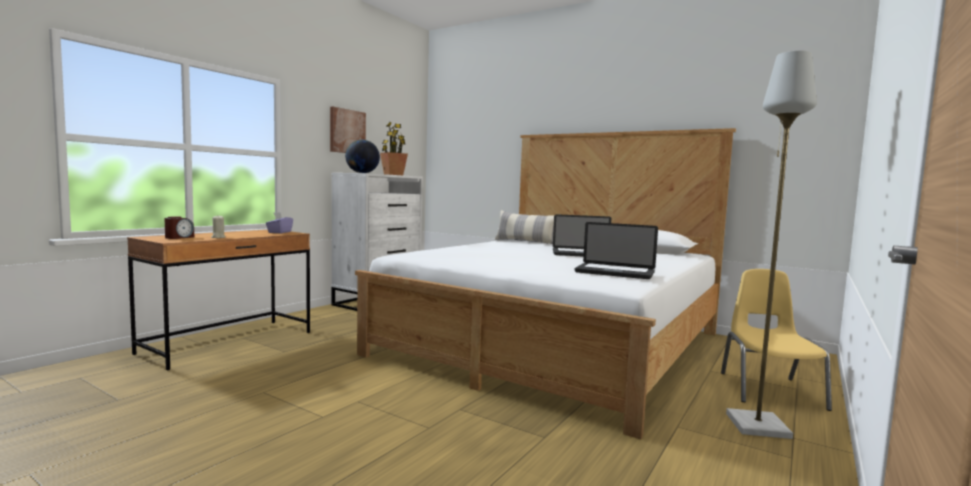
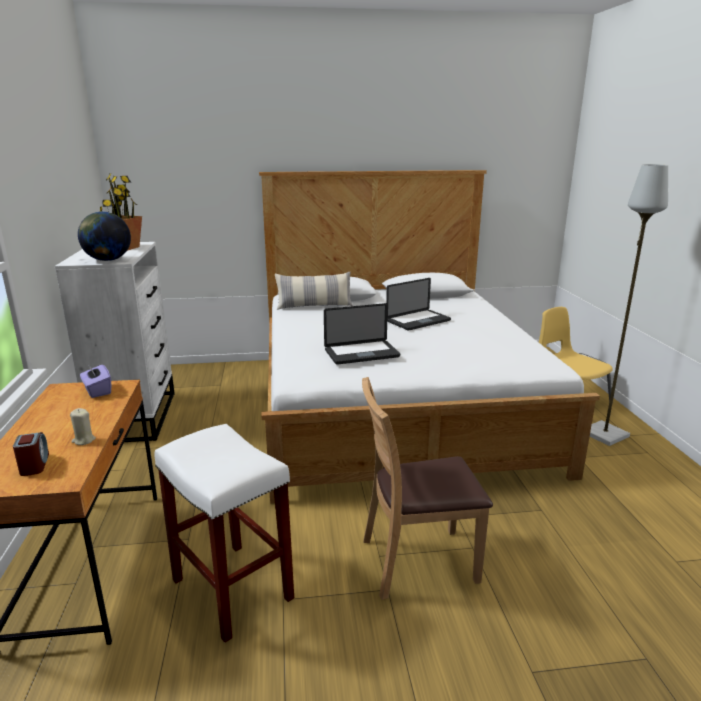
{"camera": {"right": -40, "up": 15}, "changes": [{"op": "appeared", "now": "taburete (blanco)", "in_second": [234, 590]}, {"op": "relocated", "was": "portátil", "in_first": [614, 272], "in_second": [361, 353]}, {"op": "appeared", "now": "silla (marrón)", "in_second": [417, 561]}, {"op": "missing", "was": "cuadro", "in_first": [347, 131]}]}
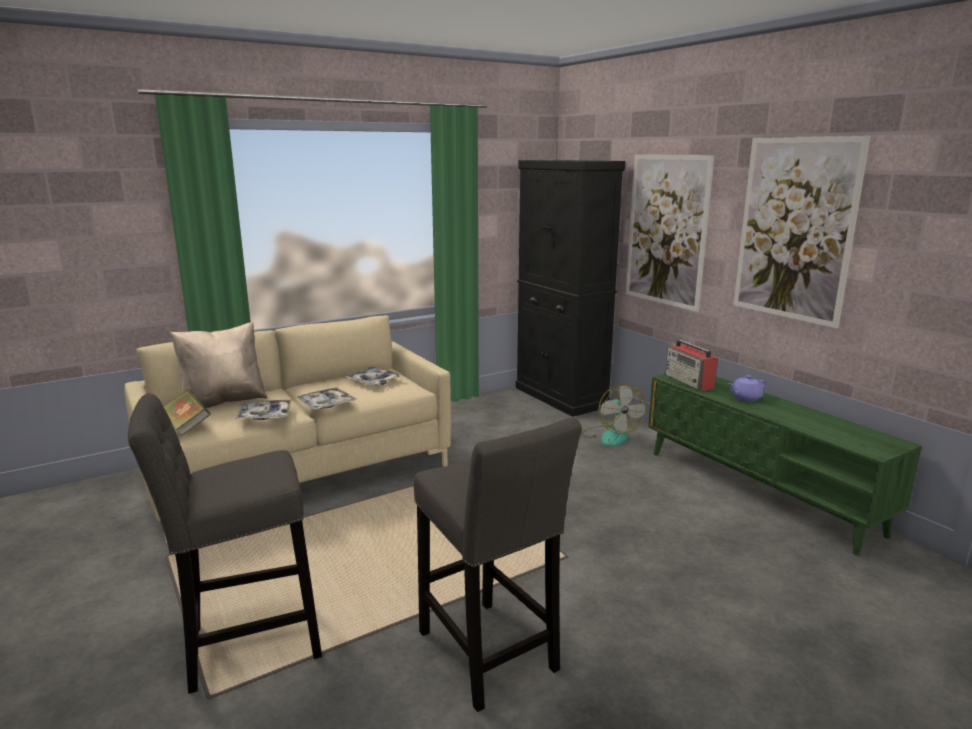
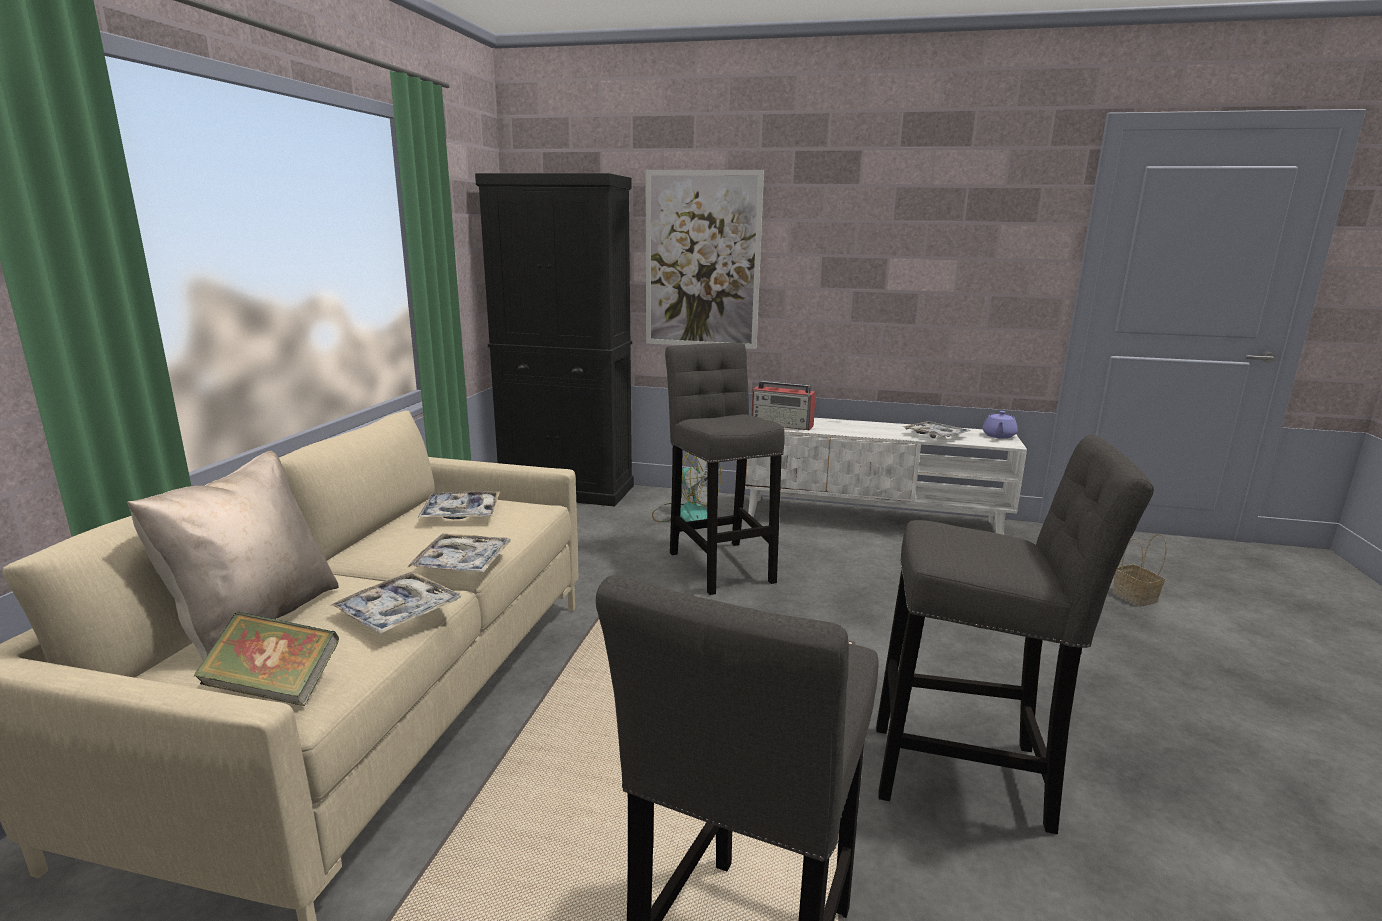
{"camera": {"right": -45, "up": 0}, "changes": [{"op": "appeared", "now": "taburete (gris)", "in_second": [720, 564]}, {"op": "colour", "was": "mueble de televisión (verde)", "now": "mueble de televisión (blanco)", "in_first": [759, 490], "in_second": [872, 519]}, {"op": "appeared", "now": "bandeja", "in_second": [935, 435]}, {"op": "relocated", "was": "tetera (morado)", "in_first": [745, 398], "in_second": [998, 436]}, {"op": "appeared", "now": "cesta", "in_second": [1136, 597]}, {"op": "missing", "was": "cuadro", "in_first": [795, 229]}]}
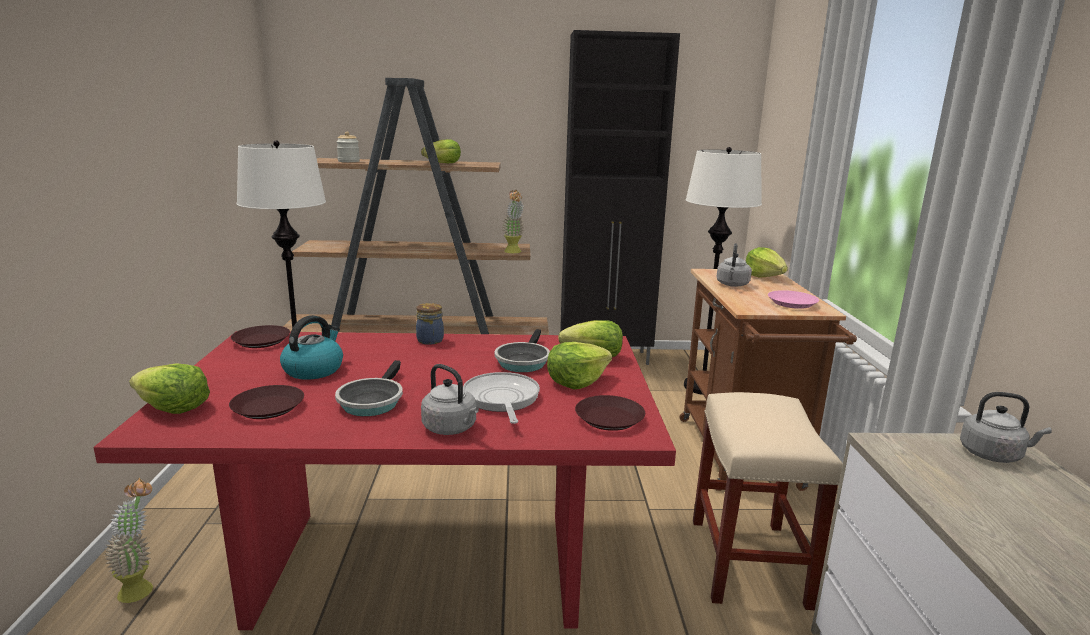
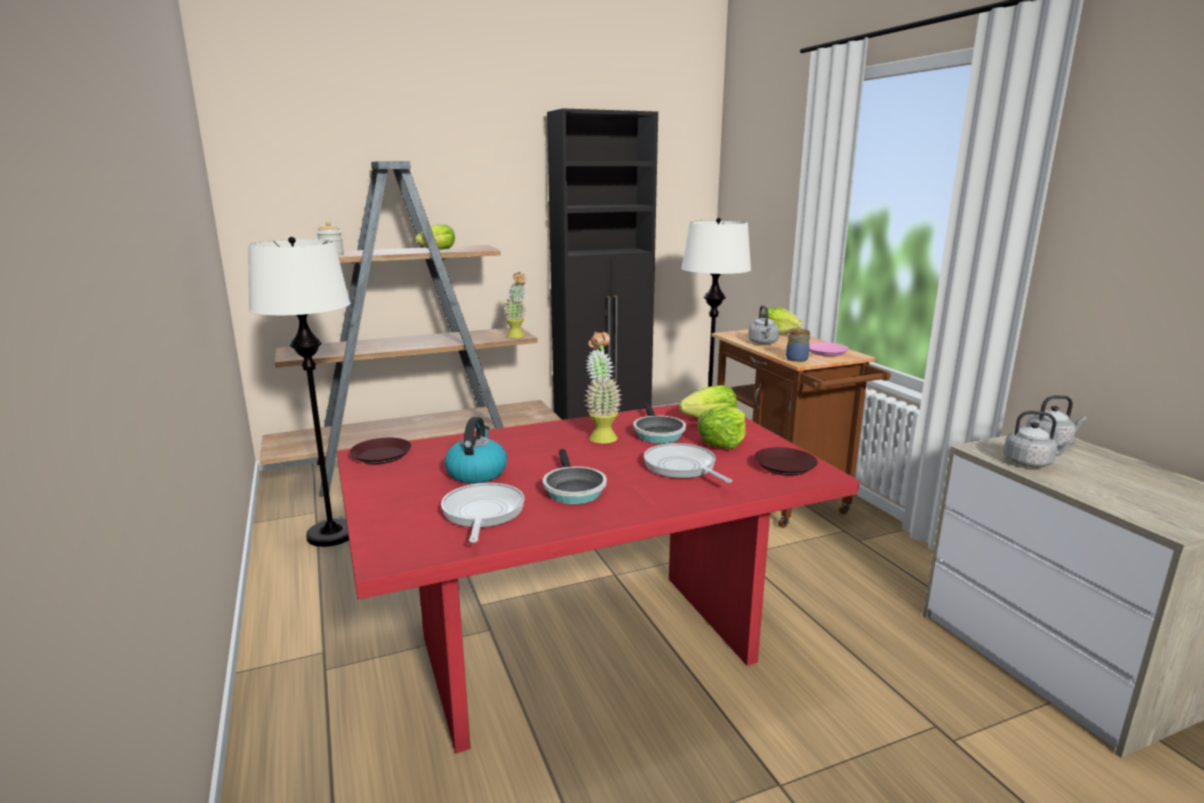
{"camera": {"right": -20, "up": 0}, "changes": [{"op": "exchanged", "was": "plato (marrón)", "now": "sartén", "in_first": [267, 408], "in_second": [482, 513]}, {"op": "relocated", "was": "planta en maceta", "in_first": [141, 586], "in_second": [601, 435]}, {"op": "relocated", "was": "tarro", "in_first": [430, 340], "in_second": [796, 359]}, {"op": "relocated", "was": "hervidor (gris)", "in_first": [451, 428], "in_second": [1030, 463]}, {"op": "missing", "was": "lechuga", "in_first": [173, 408]}, {"op": "missing", "was": "taburete (beis)", "in_first": [749, 563]}]}
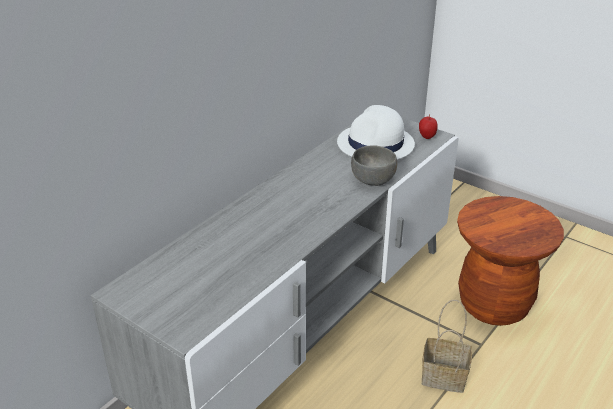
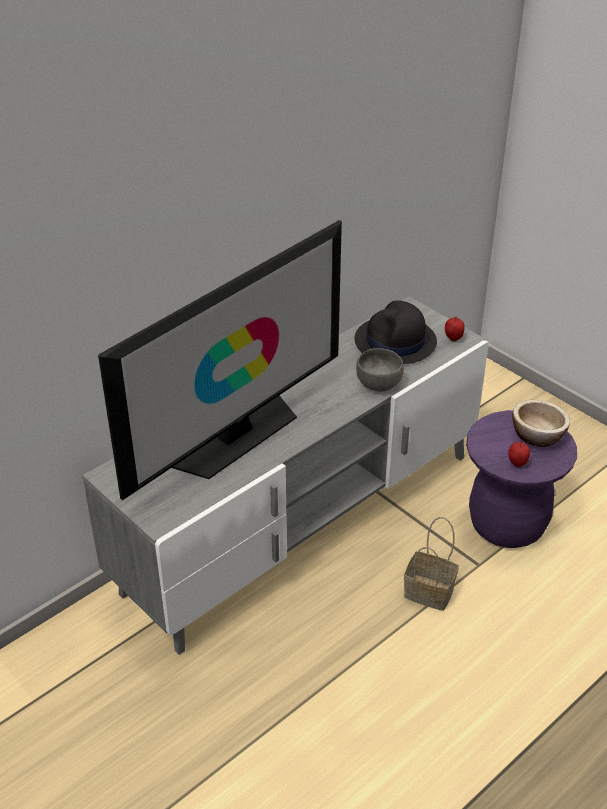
{"camera": {"right": 10, "up": 5}, "changes": [{"op": "appeared", "now": "televisor", "in_second": [235, 435]}, {"op": "colour", "was": "sombrero (blanco)", "now": "sombrero (negro)", "in_first": [375, 144], "in_second": [395, 342]}, {"op": "colour", "was": "taburete (marrón)", "now": "taburete (morado)", "in_first": [494, 305], "in_second": [507, 524]}, {"op": "appeared", "now": "manzana", "in_second": [517, 464]}, {"op": "appeared", "now": "cuenco", "in_second": [537, 435]}]}
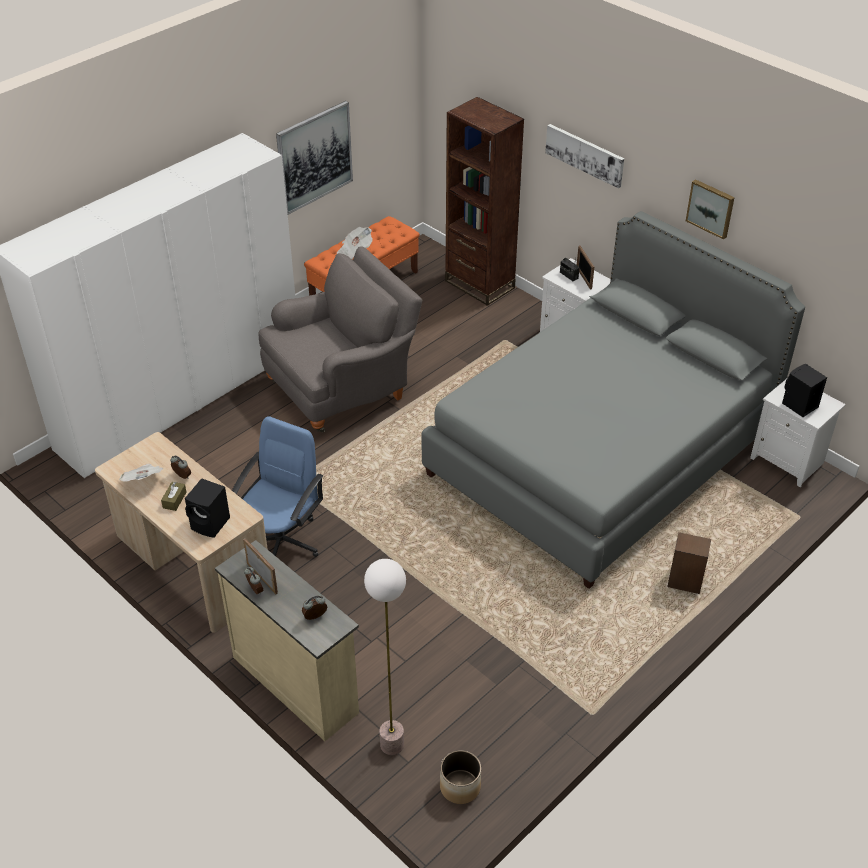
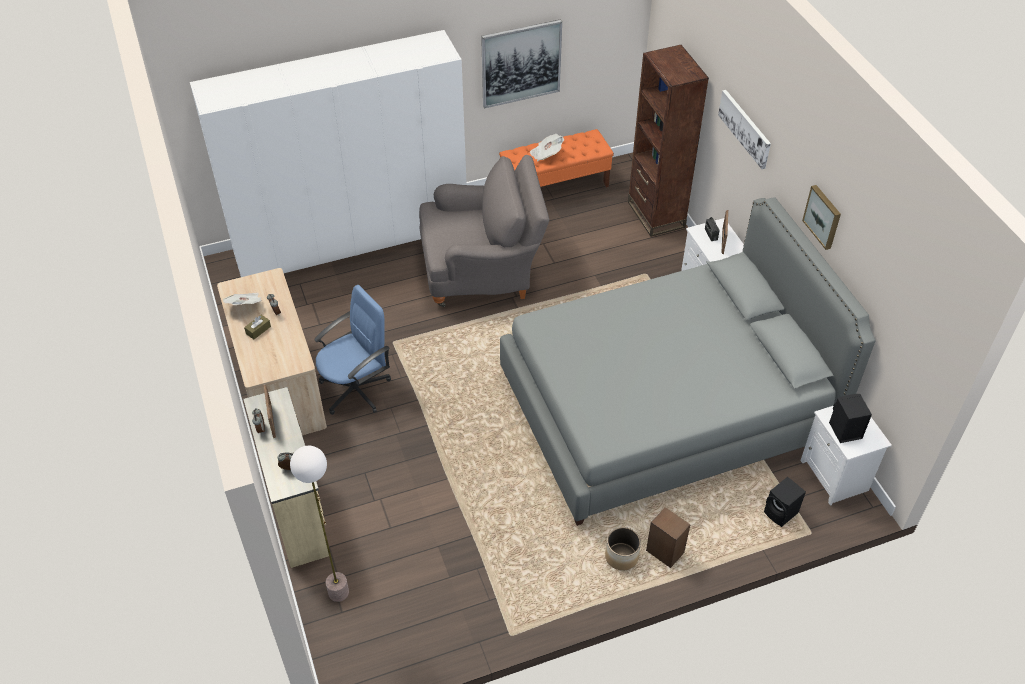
{"camera": {"right": 25, "up": 5}, "changes": [{"op": "relocated", "was": "maceta", "in_first": [460, 787], "in_second": [622, 557]}, {"op": "relocated", "was": "altavoz (negro)", "in_first": [211, 524], "in_second": [781, 513]}]}
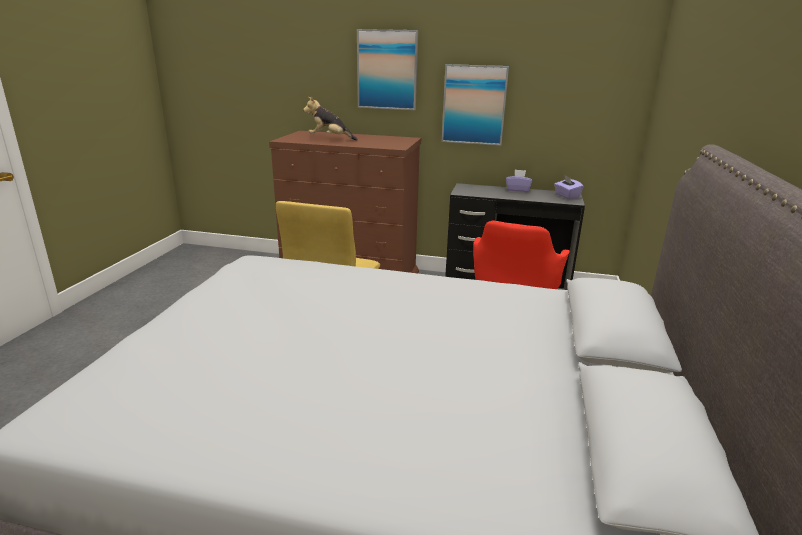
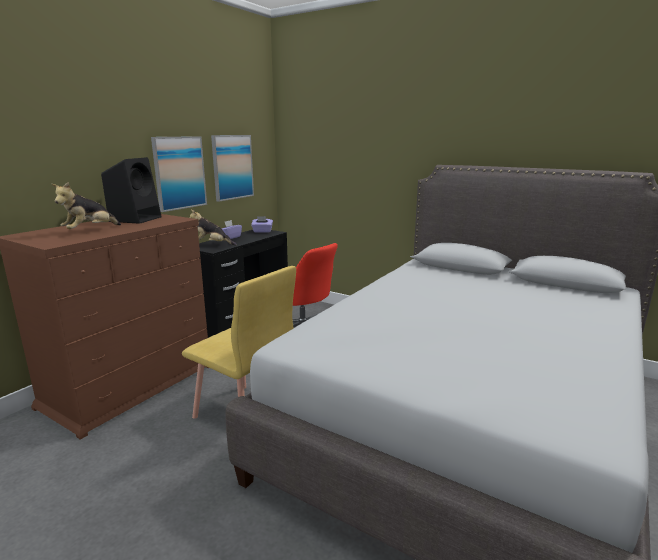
{"camera": {"right": -70, "up": -5}, "changes": [{"op": "appeared", "now": "altavoz (negro)", "in_second": [136, 219]}, {"op": "appeared", "now": "peluche", "in_second": [212, 245]}, {"op": "relocated", "was": "cuadro", "in_first": [387, 70], "in_second": [232, 167]}]}
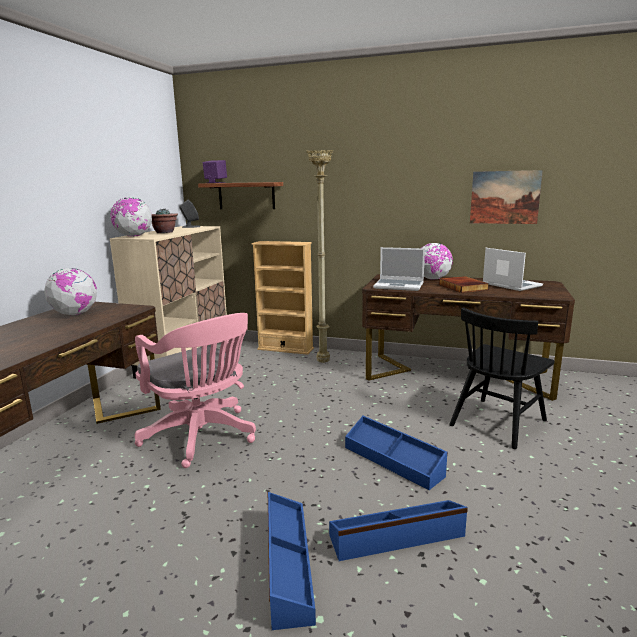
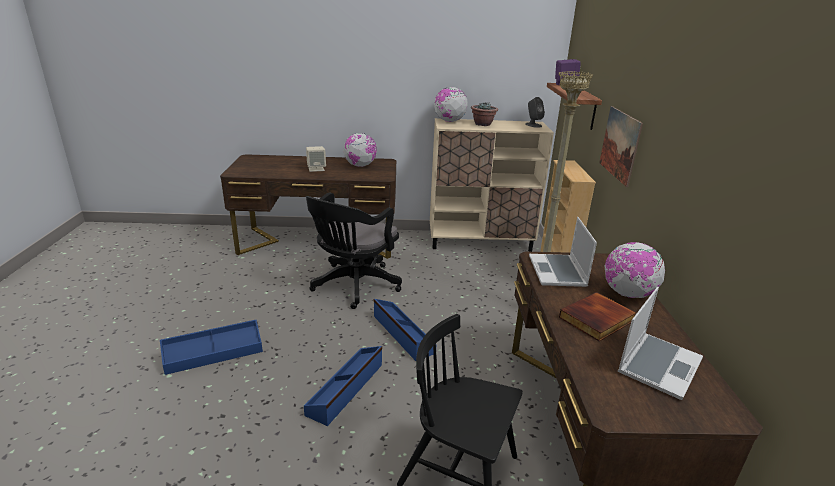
{"camera": {"right": 70, "up": 10}, "changes": [{"op": "appeared", "now": "altavoz (beis)", "in_second": [316, 169]}, {"op": "colour", "was": "silla de oficina (rosa)", "now": "silla de oficina (negro)", "in_first": [202, 437], "in_second": [353, 286]}, {"op": "relocated", "was": "caja de almacenaje (azul)", "in_first": [397, 537], "in_second": [402, 334]}, {"op": "relocated", "was": "cuadro", "in_first": [504, 197], "in_second": [620, 145]}]}
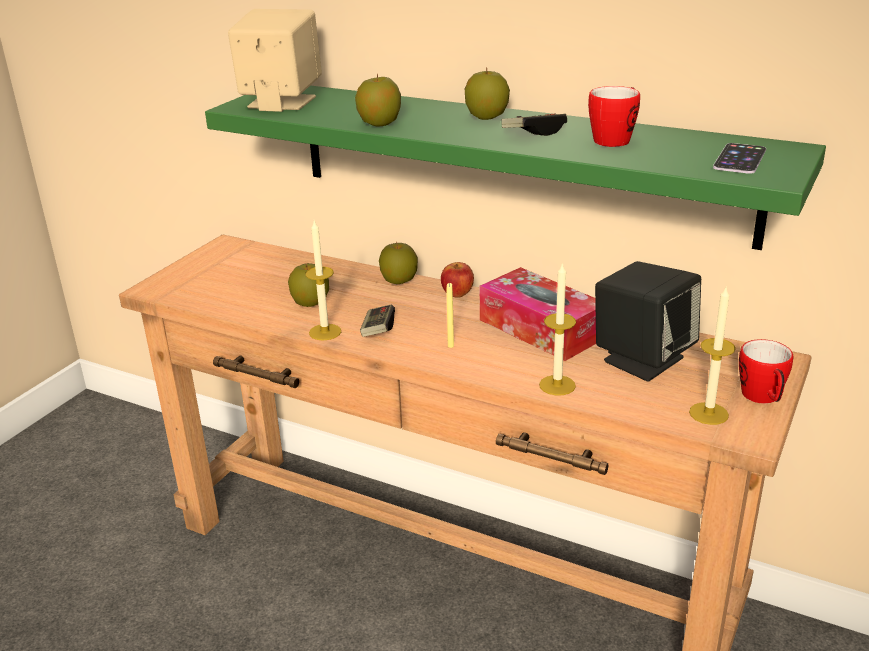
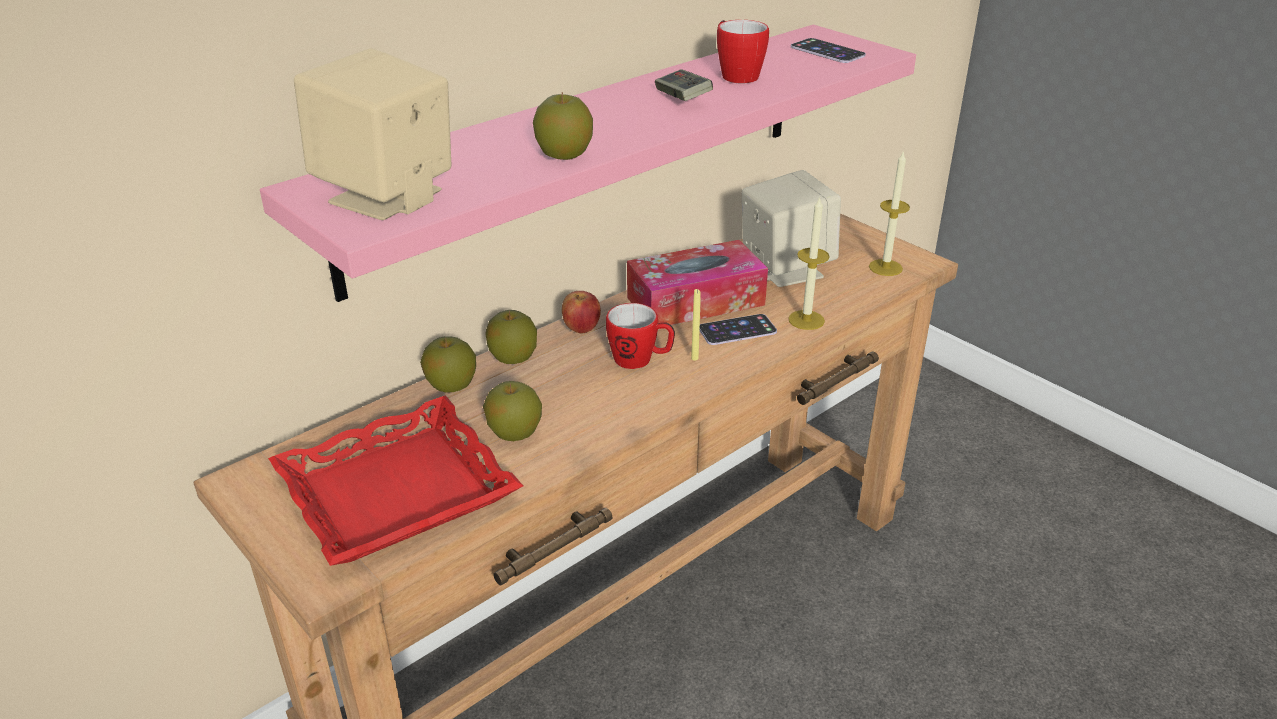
{"camera": {"right": -70, "up": 5}, "changes": [{"op": "colour", "was": "estante (verde)", "now": "estante (rosa)", "in_first": [515, 160], "in_second": [587, 150]}, {"op": "appeared", "now": "bandeja (rojo)", "in_second": [396, 490]}, {"op": "relocated", "was": "manzana", "in_first": [487, 117], "in_second": [451, 386]}, {"op": "relocated", "was": "taza grande", "in_first": [763, 398], "in_second": [640, 360]}, {"op": "appeared", "now": "móvil", "in_second": [737, 330]}, {"op": "colour", "was": "altavoz (negro)", "now": "altavoz (beis)", "in_first": [642, 359], "in_second": [784, 269]}, {"op": "missing", "was": "vela", "in_first": [325, 332]}, {"op": "missing", "was": "mando de consola", "in_first": [378, 330]}]}
